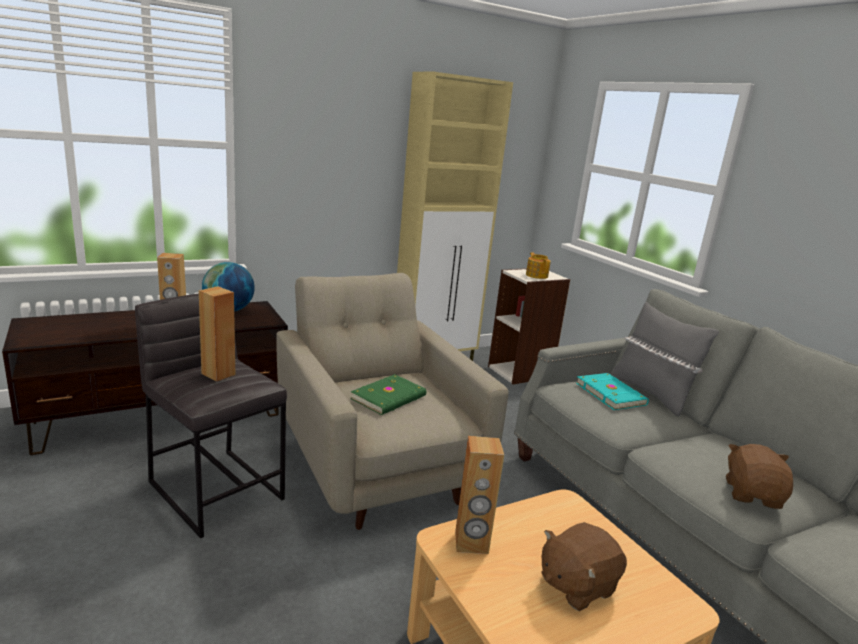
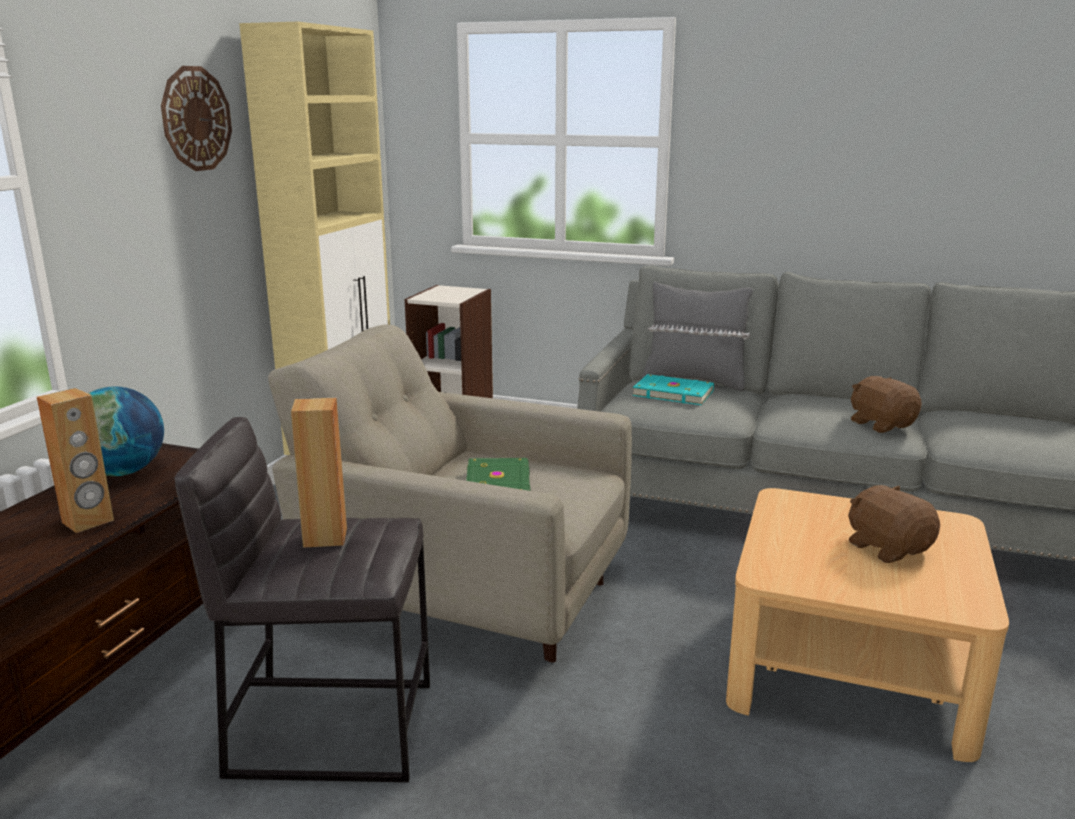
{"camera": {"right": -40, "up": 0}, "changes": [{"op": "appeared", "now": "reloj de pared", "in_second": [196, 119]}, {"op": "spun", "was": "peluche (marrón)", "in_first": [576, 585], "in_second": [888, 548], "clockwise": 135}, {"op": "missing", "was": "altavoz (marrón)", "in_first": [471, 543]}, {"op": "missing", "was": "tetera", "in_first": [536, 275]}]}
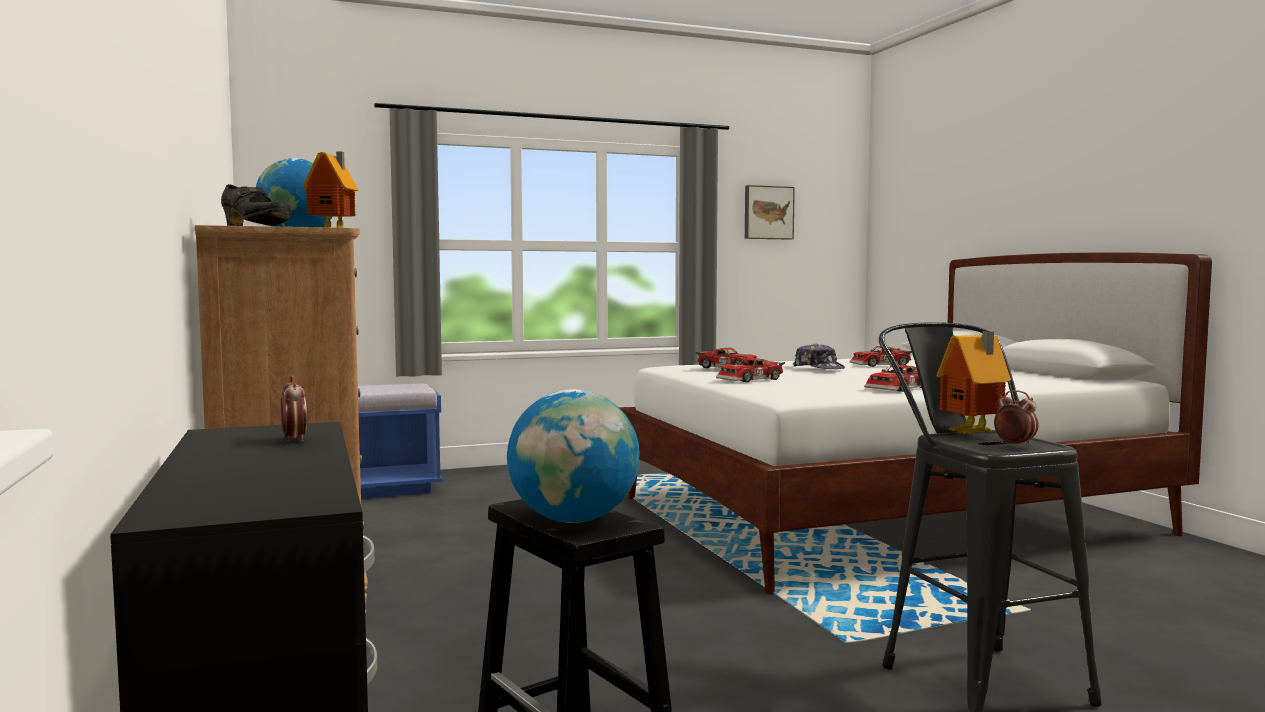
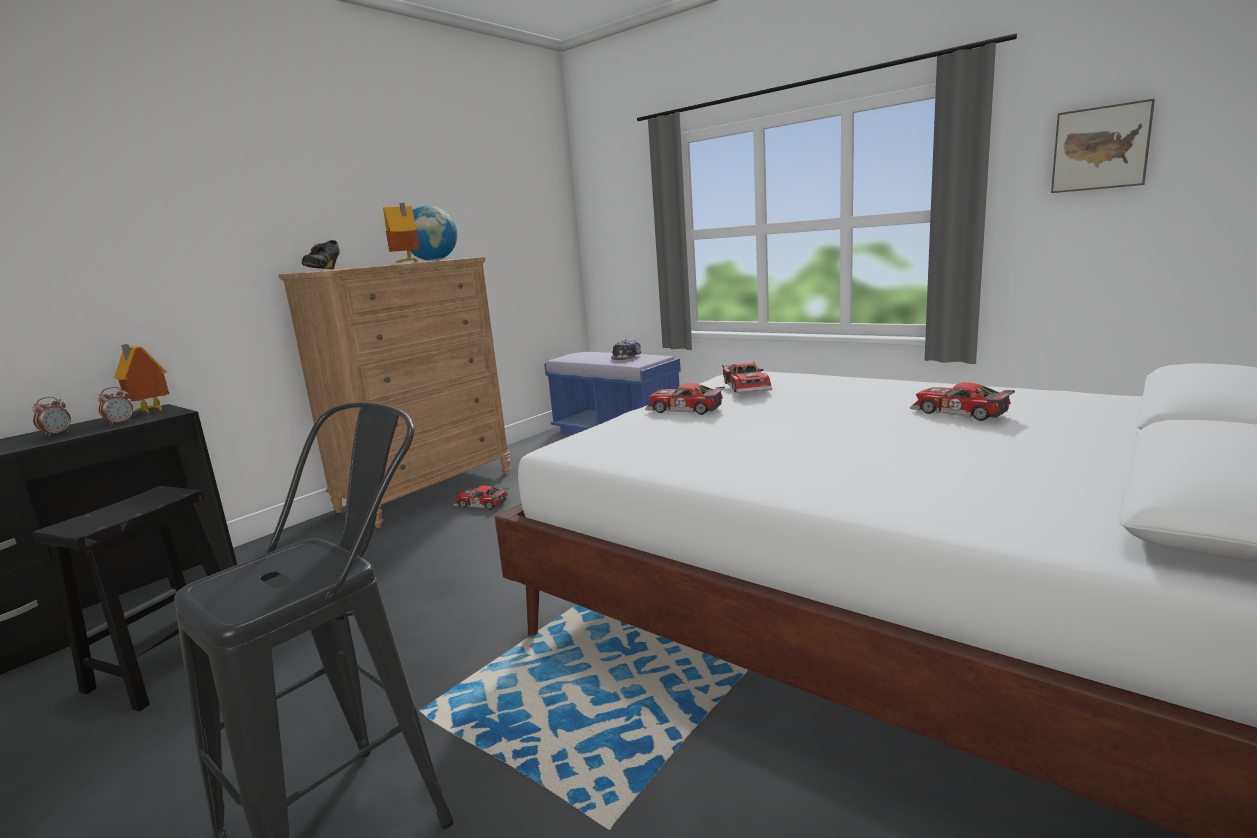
{"camera": {"right": 60, "up": 10}, "changes": [{"op": "relocated", "was": "despertador", "in_first": [1014, 445], "in_second": [57, 434]}, {"op": "relocated", "was": "casita", "in_first": [973, 434], "in_second": [148, 411]}, {"op": "relocated", "was": "coche de juguete", "in_first": [900, 388], "in_second": [481, 504]}, {"op": "relocated", "was": "gorra", "in_first": [819, 368], "in_second": [626, 357]}, {"op": "missing", "was": "globo terráqueo", "in_first": [574, 520]}]}
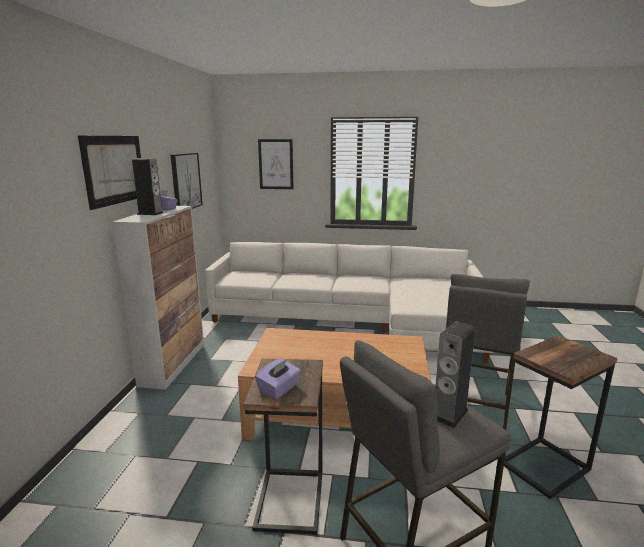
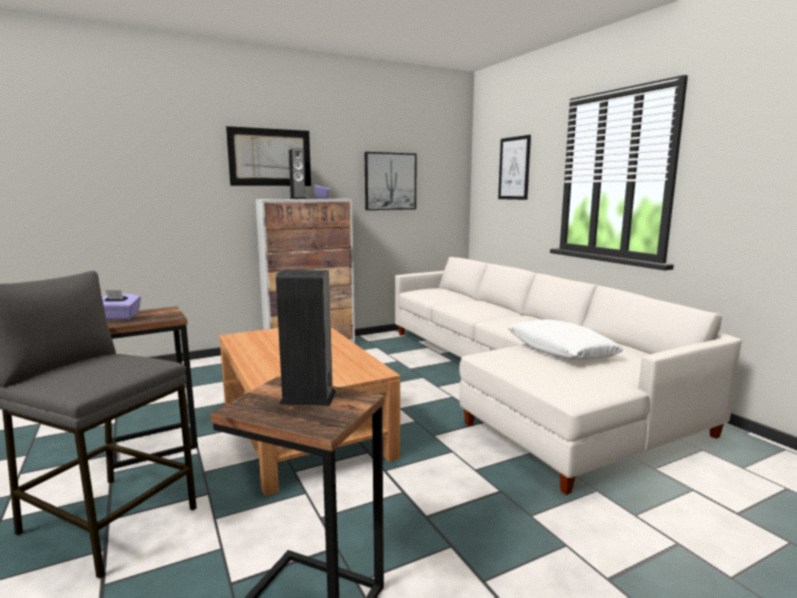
{"camera": {"right": 55, "up": -5}, "changes": [{"op": "relocated", "was": "altavoz", "in_first": [449, 414], "in_second": [308, 398]}, {"op": "appeared", "now": "cojín (blanco)", "in_second": [560, 350]}, {"op": "missing", "was": "taburete (gris)", "in_first": [473, 406]}]}
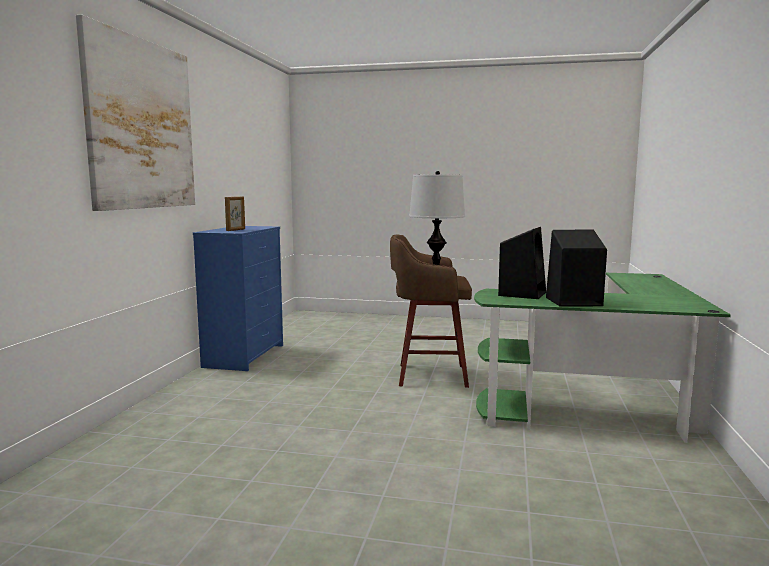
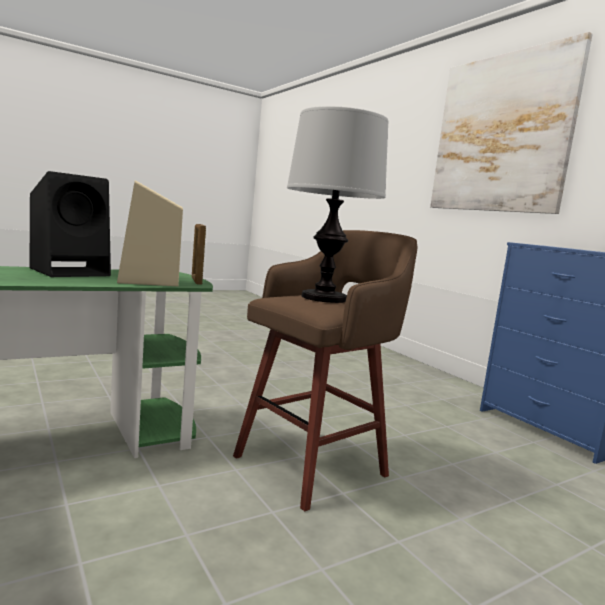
{"camera": {"right": 135, "up": 0}, "changes": [{"op": "colour", "was": "altavoz (negro)", "now": "altavoz (beis)", "in_first": [522, 293], "in_second": [148, 280]}, {"op": "relocated", "was": "portarretratos", "in_first": [236, 230], "in_second": [196, 281]}]}
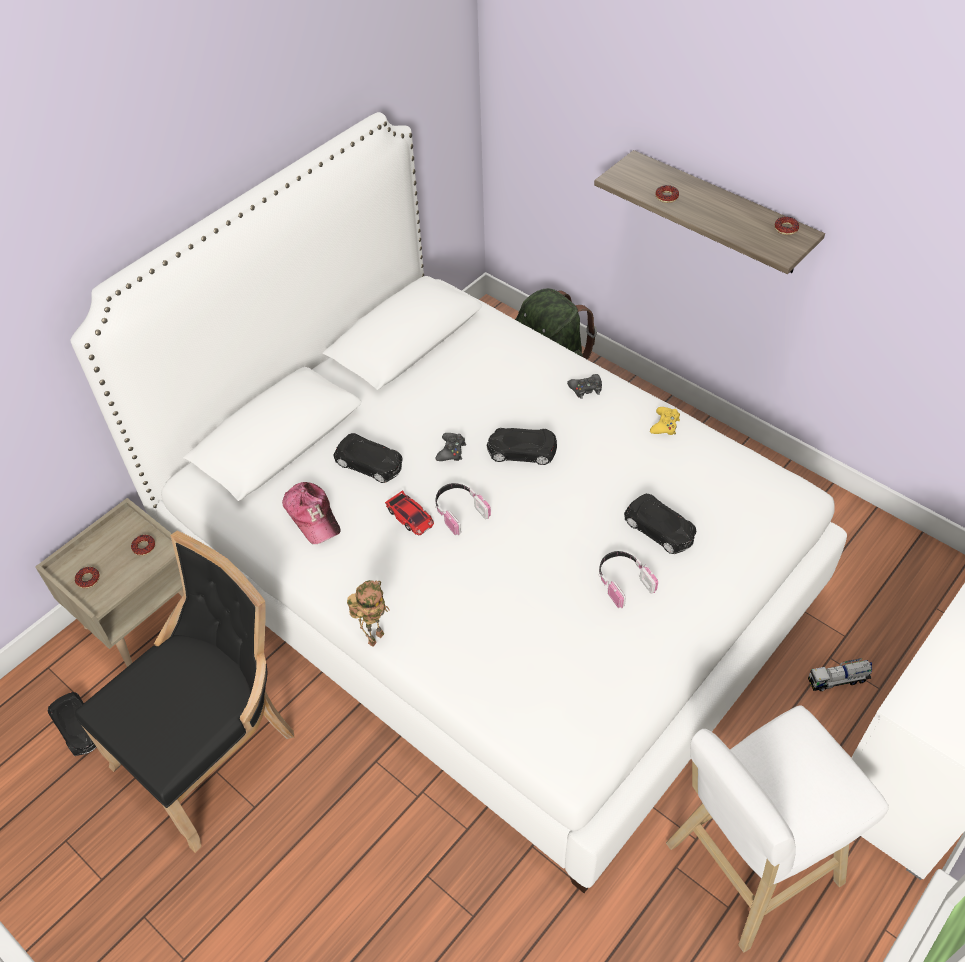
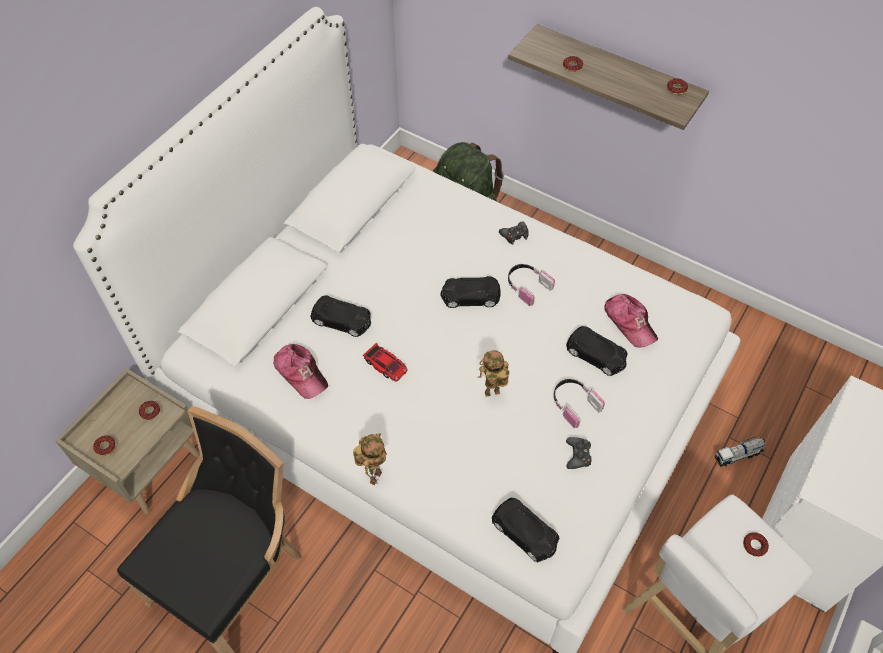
{"camera": {"right": -10, "up": 5}, "changes": [{"op": "appeared", "now": "robot de juguete", "in_second": [491, 395]}, {"op": "relocated", "was": "coche de juguete (negro)", "in_first": [78, 728], "in_second": [525, 533]}, {"op": "relocated", "was": "auriculares", "in_first": [459, 511], "in_second": [527, 286]}, {"op": "relocated", "was": "mando de consola (negro)", "in_first": [451, 451], "in_second": [578, 455]}, {"op": "appeared", "now": "gorra", "in_second": [629, 323]}, {"op": "appeared", "now": "rosquilla", "in_second": [754, 545]}, {"op": "missing", "was": "mando de consola (amarillo)", "in_first": [665, 425]}]}
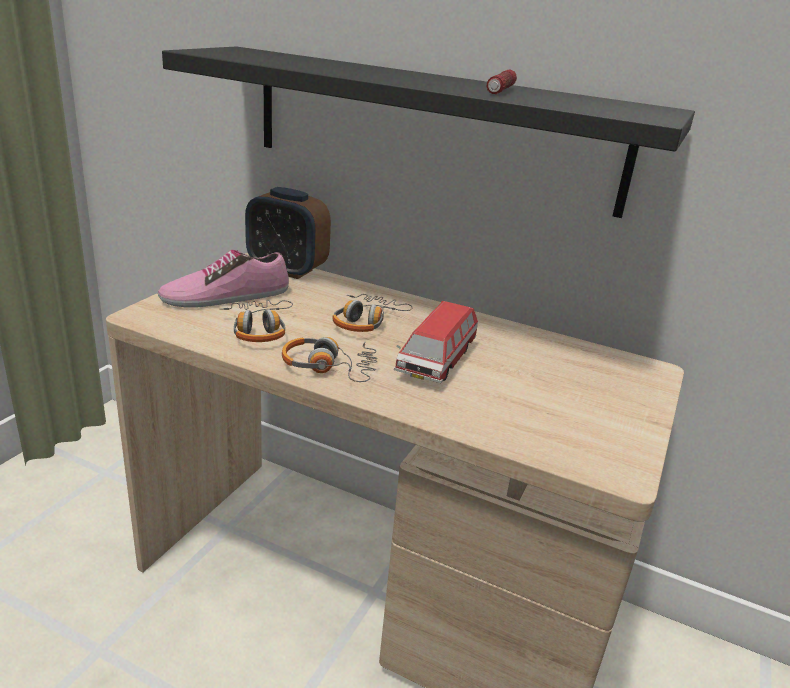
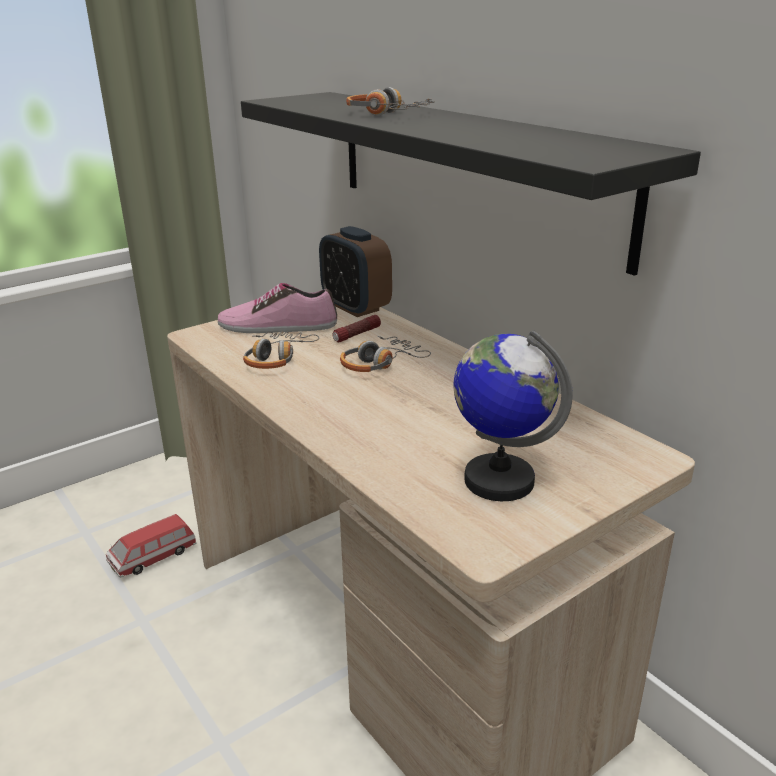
{"camera": {"right": 30, "up": 0}, "changes": [{"op": "relocated", "was": "coche de juguete", "in_first": [436, 361], "in_second": [153, 557]}, {"op": "relocated", "was": "linterna", "in_first": [500, 91], "in_second": [356, 335]}, {"op": "relocated", "was": "auriculares", "in_first": [329, 367], "in_second": [388, 114]}, {"op": "appeared", "now": "globo terráqueo", "in_second": [498, 480]}]}
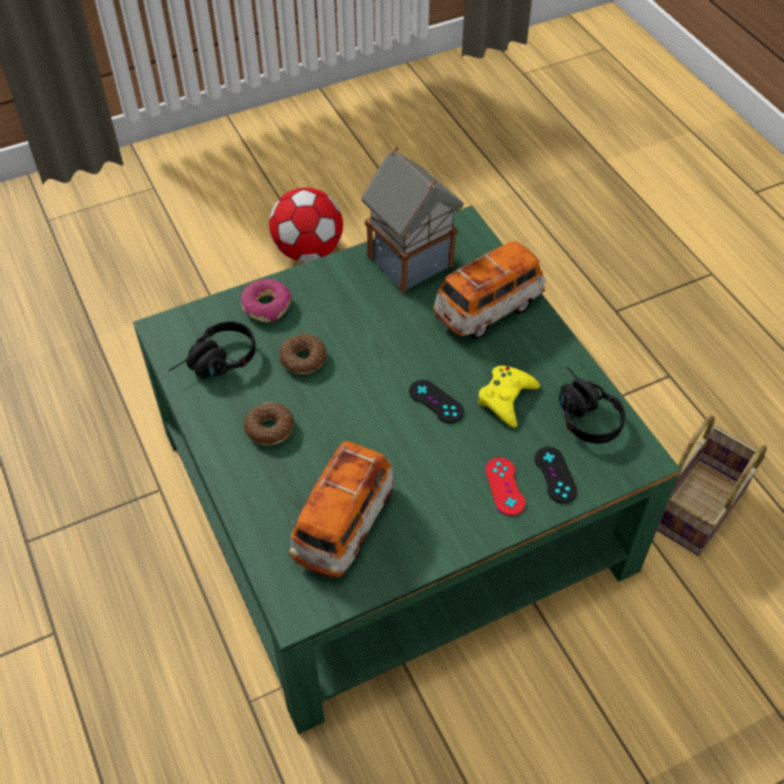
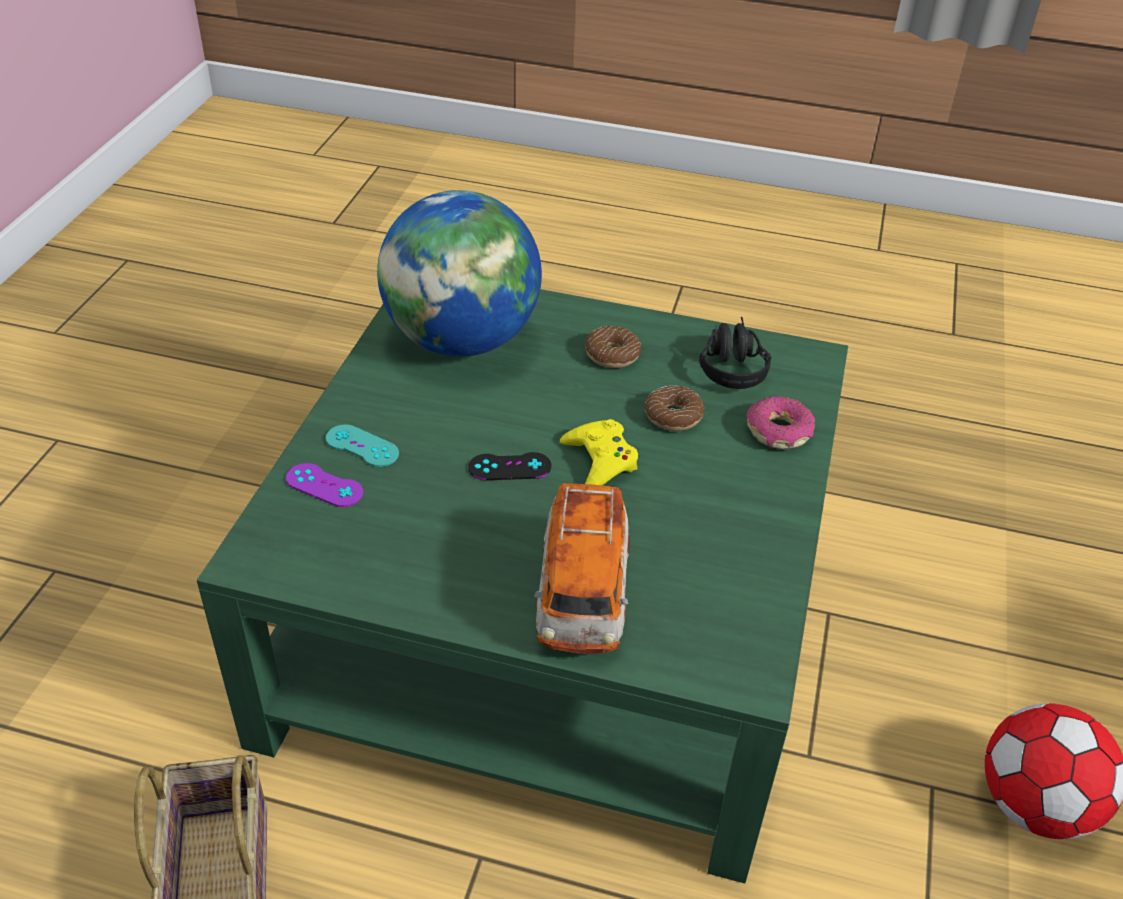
{"camera": {"right": 130, "up": -10}, "changes": [{"op": "colour", "was": "mando de consola (negro)", "now": "mando de consola (morado)", "in_first": [555, 475], "in_second": [324, 485]}, {"op": "colour", "was": "mando de consola (rojo)", "now": "mando de consola (turquesa)", "in_first": [505, 486], "in_second": [362, 446]}, {"op": "exchanged", "was": "coche de juguete", "now": "globo terráqueo", "in_first": [343, 524], "in_second": [462, 340]}, {"op": "relocated", "was": "mando de consola (amarillo)", "in_first": [506, 398], "in_second": [600, 460]}, {"op": "missing", "was": "casita", "in_first": [412, 263]}, {"op": "missing", "was": "auriculares (negro)", "in_first": [582, 413]}]}
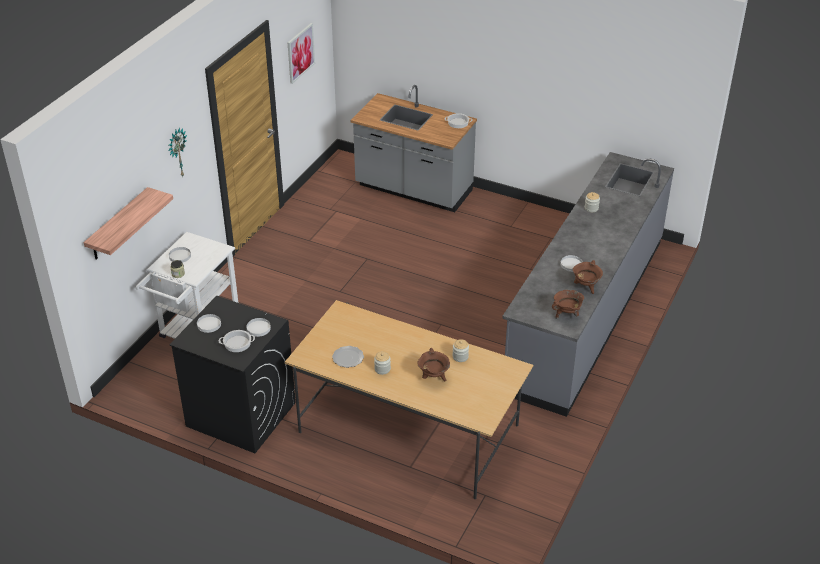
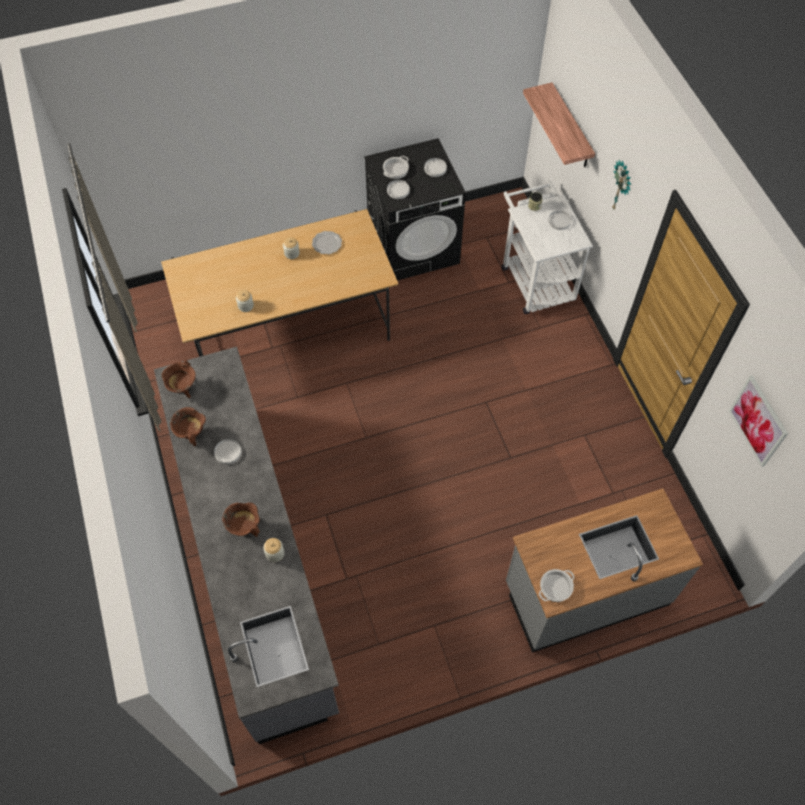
{"camera": {"right": 135, "up": 20}, "changes": [{"op": "relocated", "was": "olla (marrón)", "in_first": [433, 377], "in_second": [245, 528]}]}
